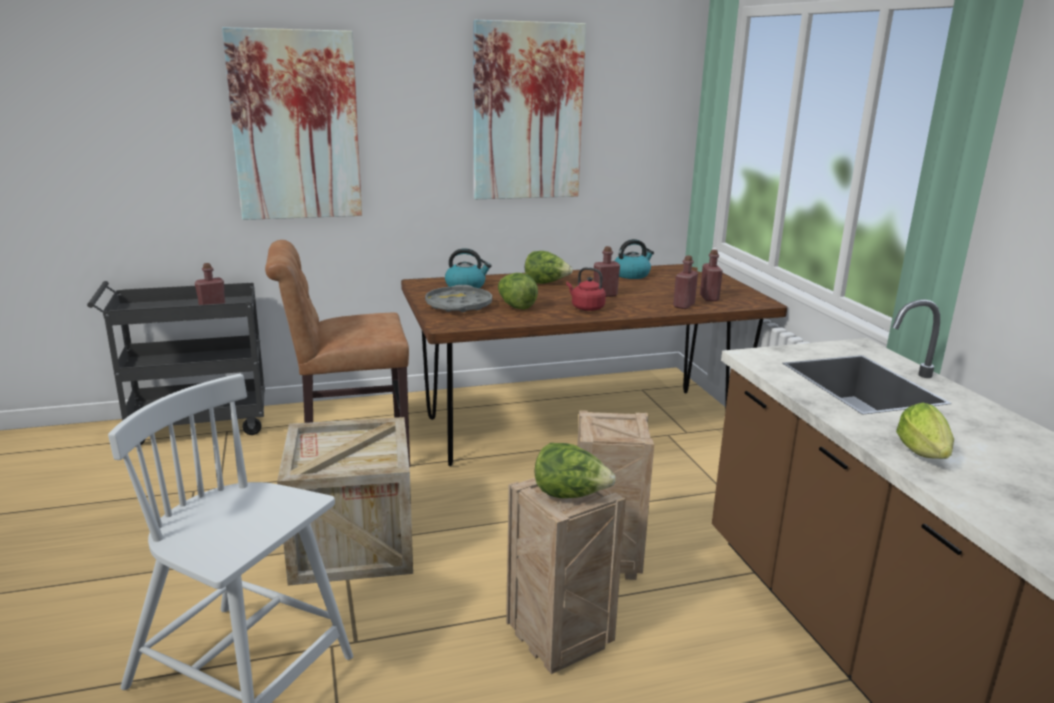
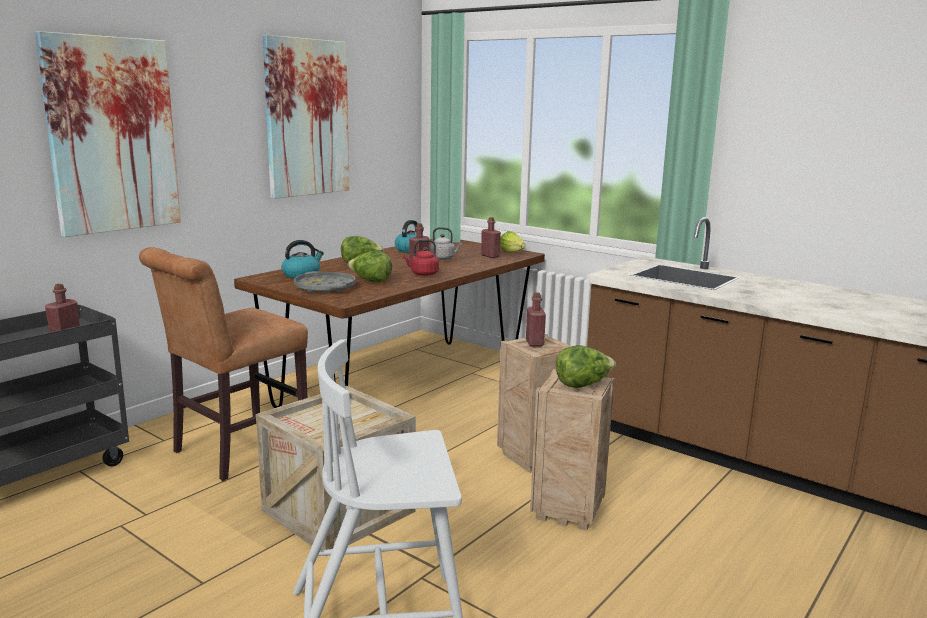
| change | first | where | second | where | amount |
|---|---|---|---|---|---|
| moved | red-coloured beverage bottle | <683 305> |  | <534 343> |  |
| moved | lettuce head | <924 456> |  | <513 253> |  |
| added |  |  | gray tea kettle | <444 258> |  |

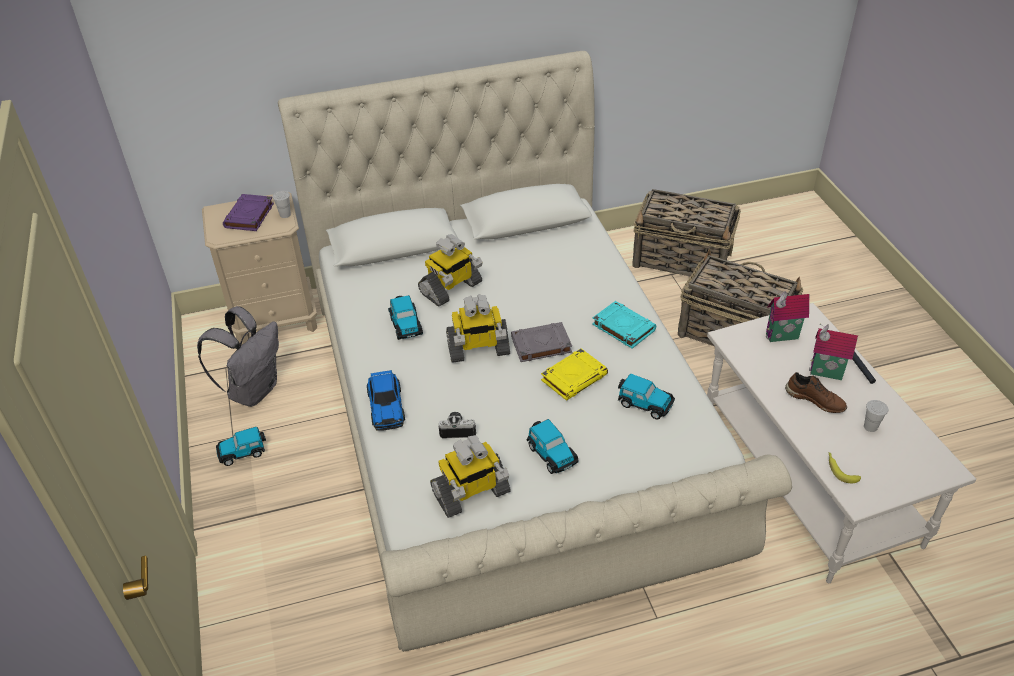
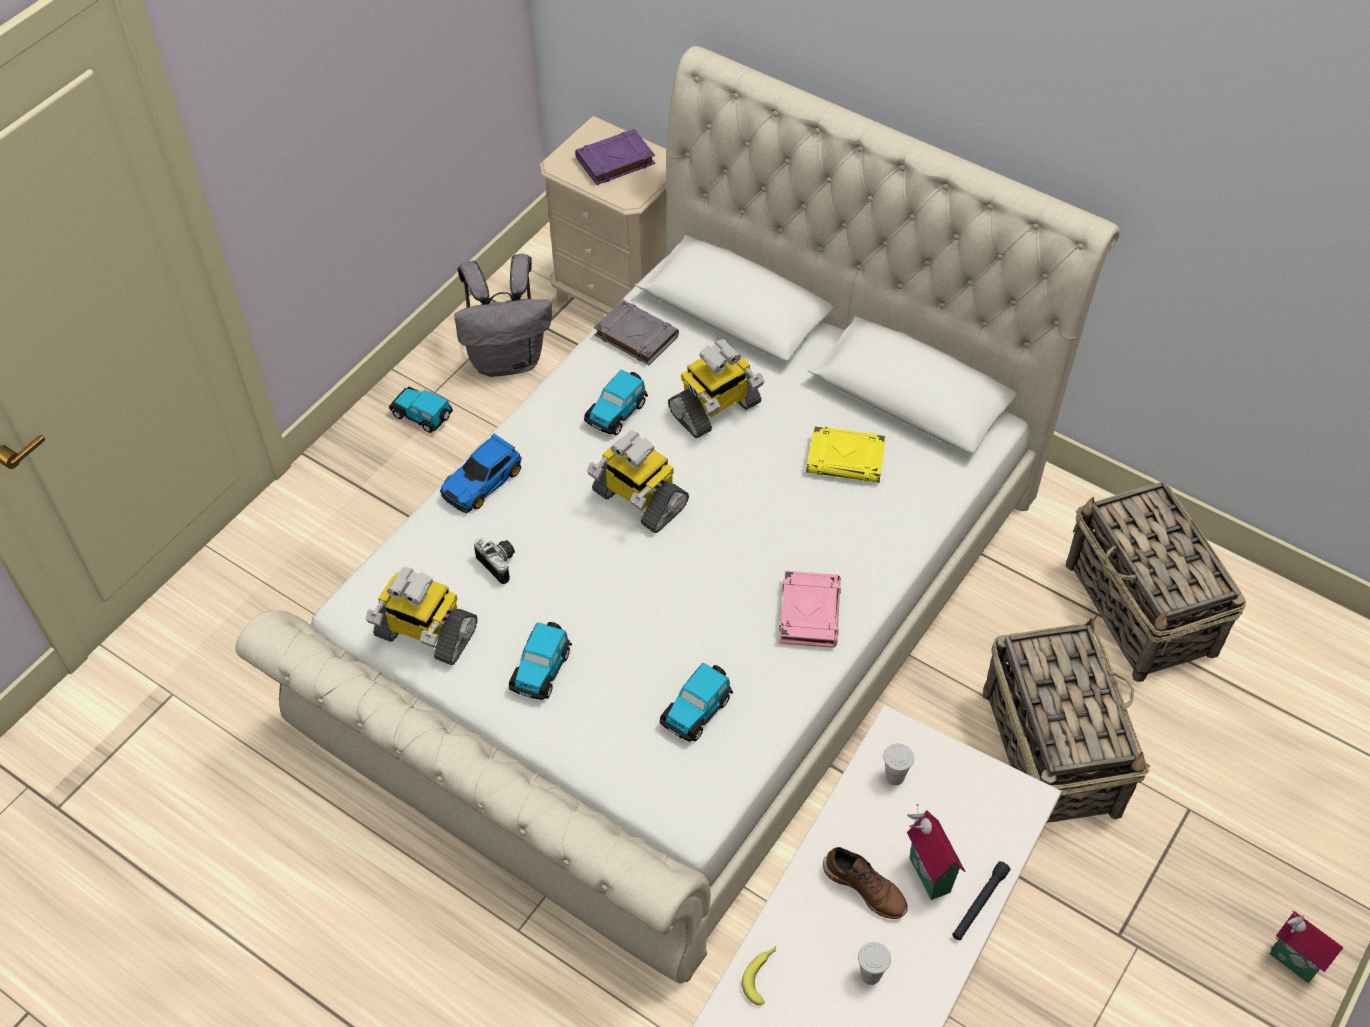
| change | first | where | second | where | amount |
|---|---|---|---|---|---|
| moved | white cup | <285 214> |  | <894 776> |  |
| turned | model robot | <451 288> |  | <715 409> | 45 degrees counterclockwise |
| moved | miniature house | <782 337> |  | <1291 963> |  |
| recoloured | blue-green volume | <623 327> | pink-coloured volume | <809 612> |  |
| moved | gray volume | <540 345> |  | <635 336> |  |
| moved | yellow volume | <574 377> |  | <846 459> |  |
| turned | brown-coloured item of footwear | <815 399> |  | <865 887> | 45 degrees counterclockwise |
| turned | toy car | <644 403> |  | <697 710> | 45 degrees clockwise |

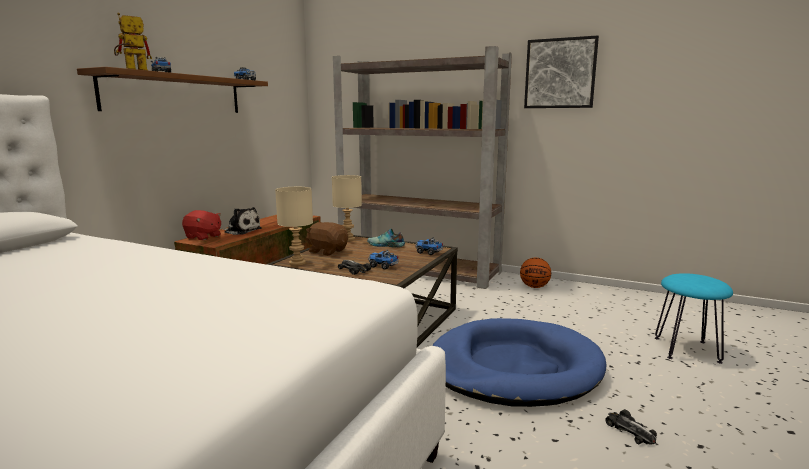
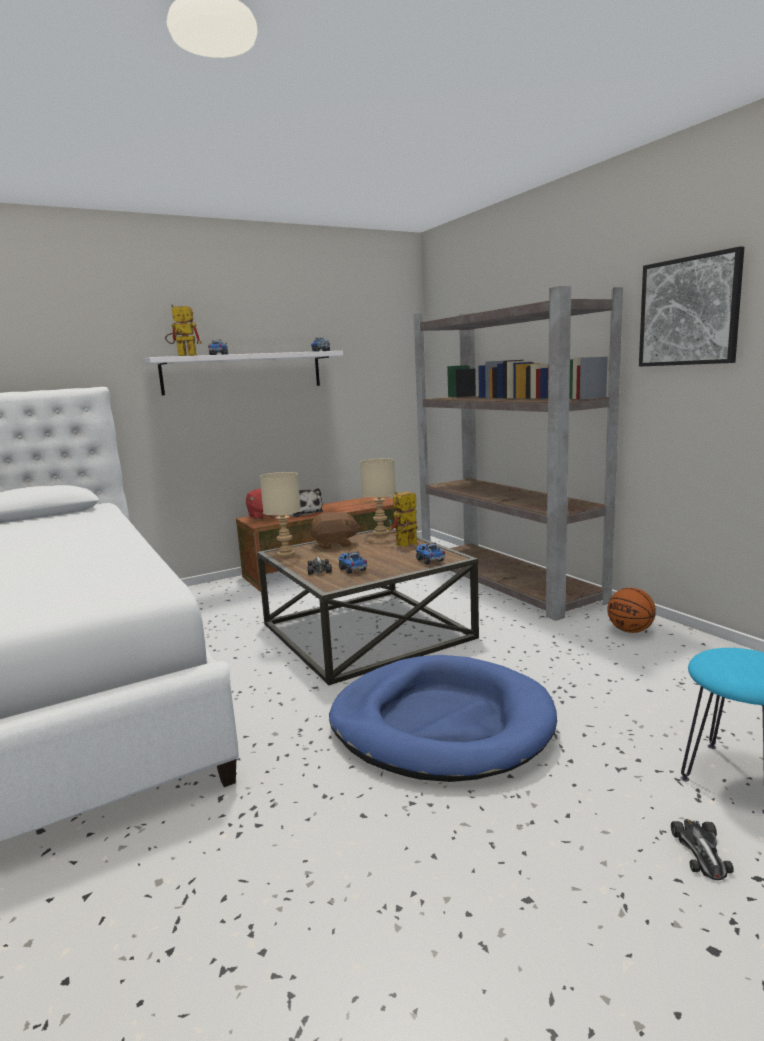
| change | first | where | second | where | amount |
|---|---|---|---|---|---|
| recoloured | brown-coloured wall shelf | <175 94> | white wall shelf | <243 372> |  |
| turned | brown-coloured cuddly toy | <327 251> |  | <335 545> | 105 degrees clockwise |
| replaced | item of footwear | <385 245> | model robot | <403 545> |  |
| moved | toy car | <630 430> |  | <701 851> |  |

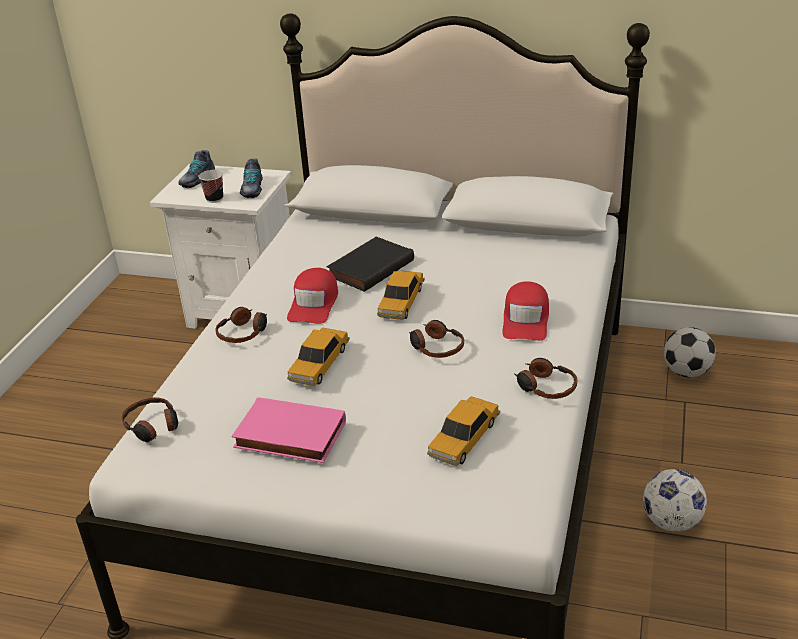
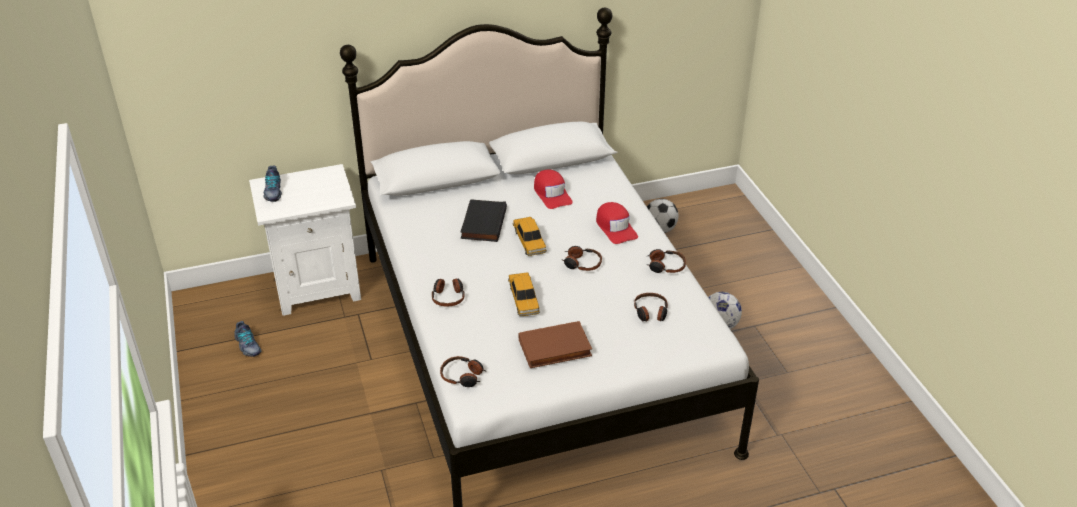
| change | first | where | second | where | amount |
|---|---|---|---|---|---|
| moved | item of footwear | <252 188> |  | <247 346> |  |
| removed | cup | <214 199> |  |  |  |
| moved | red-coloured baseball cap | <314 304> |  | <552 194> |  |
| replaced | toy car | <464 438> | headset | <650 312> |  |
| recoloured | pink-coloured volume | <288 436> | brown-coloured volume | <555 349> |  |

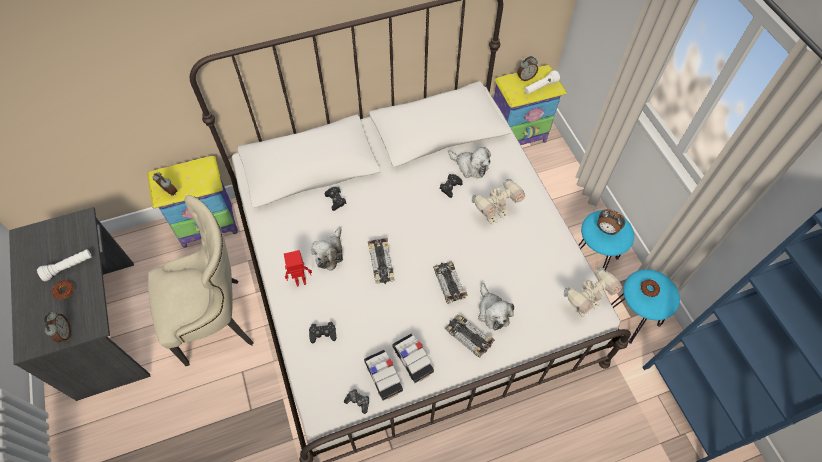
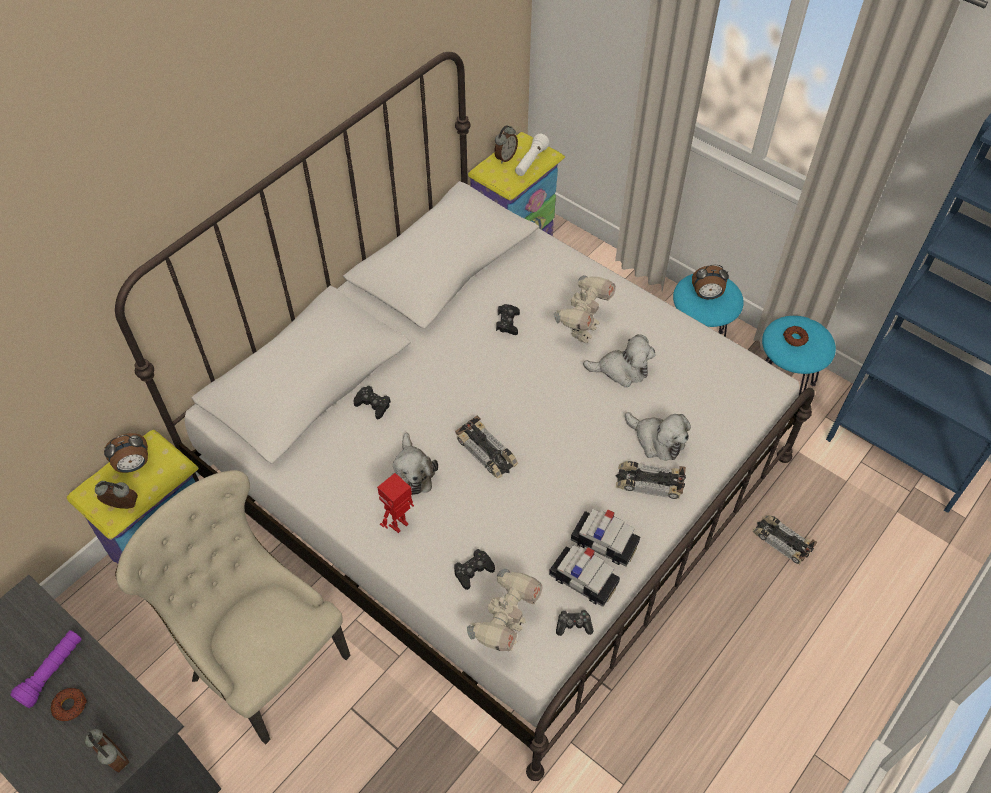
| change | first | where | second | where | amount |
|---|---|---|---|---|---|
| moved | cuddly toy | <470 166> |  | <621 370> |  |
| turned | sand-coloured upright chair | <216 320> |  | <268 664> | 90 degrees counterclockwise |
| recoloured | white hand torch | <69 267> | purplish hand torch | <52 672> |  |
| moved | toy car | <449 283> |  | <782 540> |  |
| moved | model robot | <584 304> |  | <505 630> |  |
| added |  |  | bedside clock | <134 466> |  |

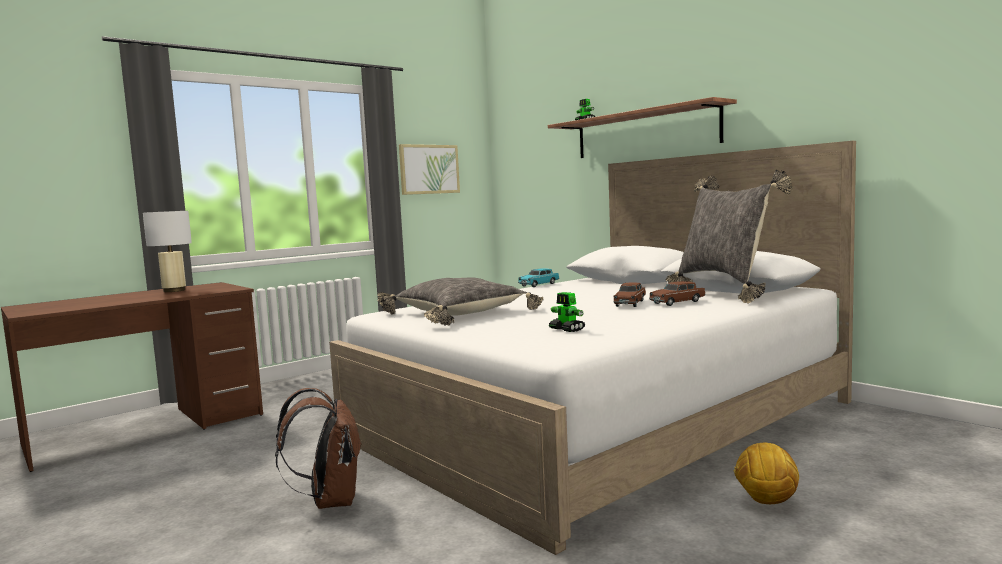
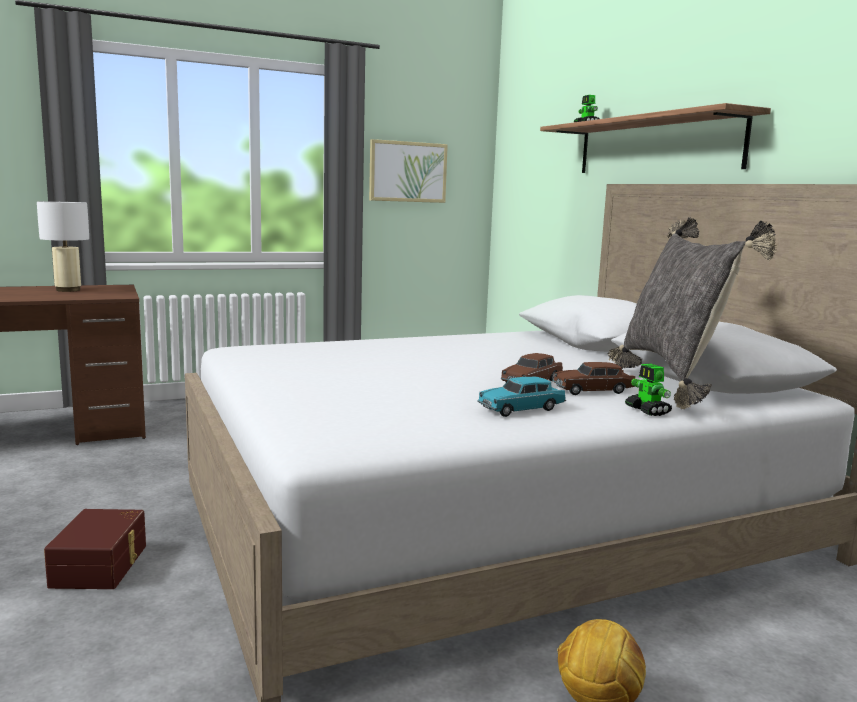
| change | first | where | second | where | amount |
|---|---|---|---|---|---|
| moved | blue-green toy car | <539 285> |  | <521 409> |  |
| removed | cushion | <460 312> |  |  |  |
| moved | model robot | <567 330> |  | <647 411> |  |
| replaced | brown-coloured backpack | <329 501> | brown-coloured storage box | <102 565> |  |

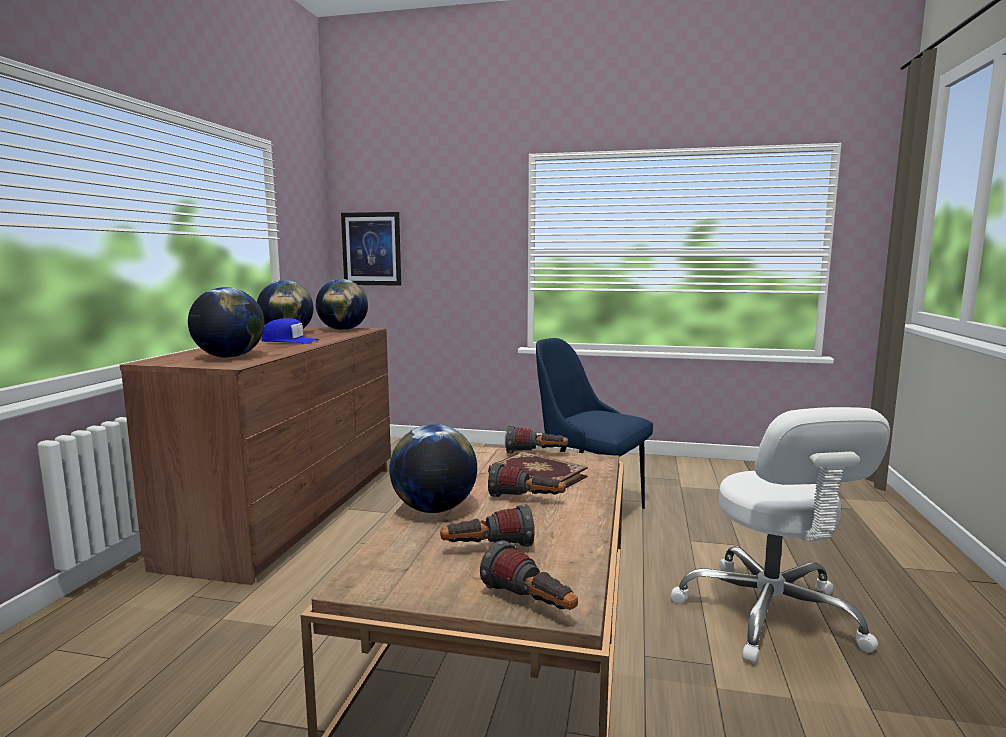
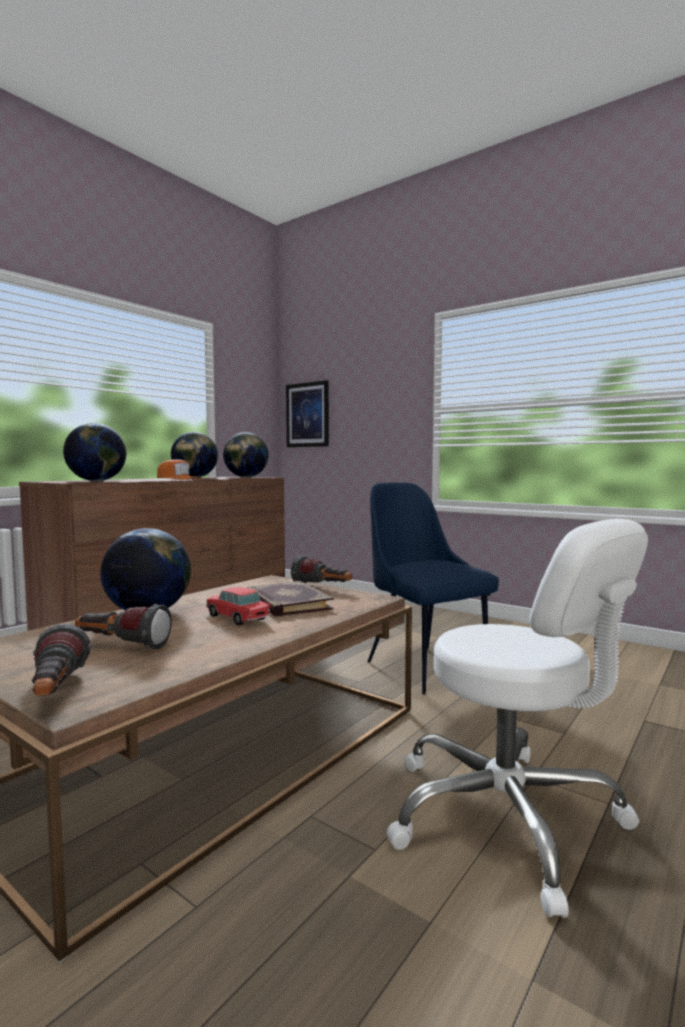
| change | first | where | second | where | amount |
|---|---|---|---|---|---|
| recoloured | blue-coloured baseball cap | <290 341> | orange-coloured baseball cap | <177 479> |  |
| turned | white office chair | <773 619> |  | <514 822> | 60 degrees counterclockwise |
| replaced | hand torch | <526 500> | toy car | <237 618> |  |

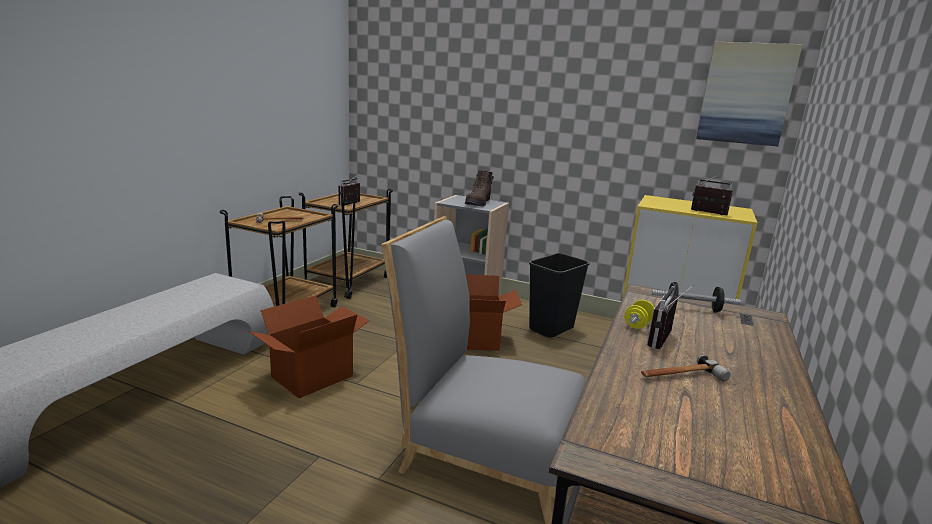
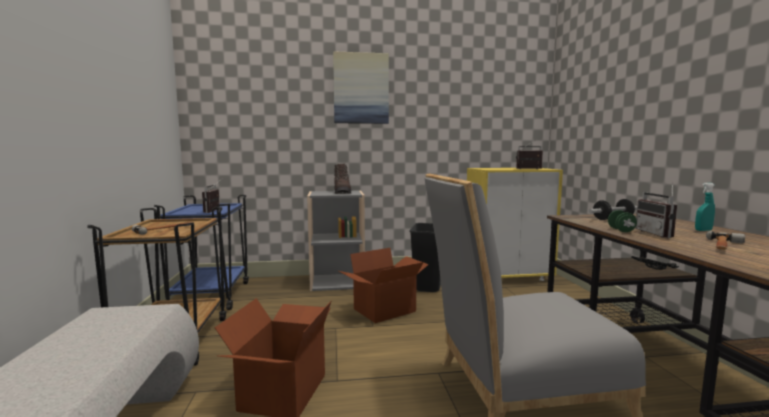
| change | first | where | second | where | amount |
|---|---|---|---|---|---|
| moved | picture | <746 94> |  | <361 88> |  |
| recoloured | brown-coloured cart | <348 282> | blue-coloured cart | <211 296> |  |
| recoloured | yellow free weight | <638 325> | greenish free weight | <621 230> |  |
| added |  |  | blue-green hand sprayer | <703 230> |  |

